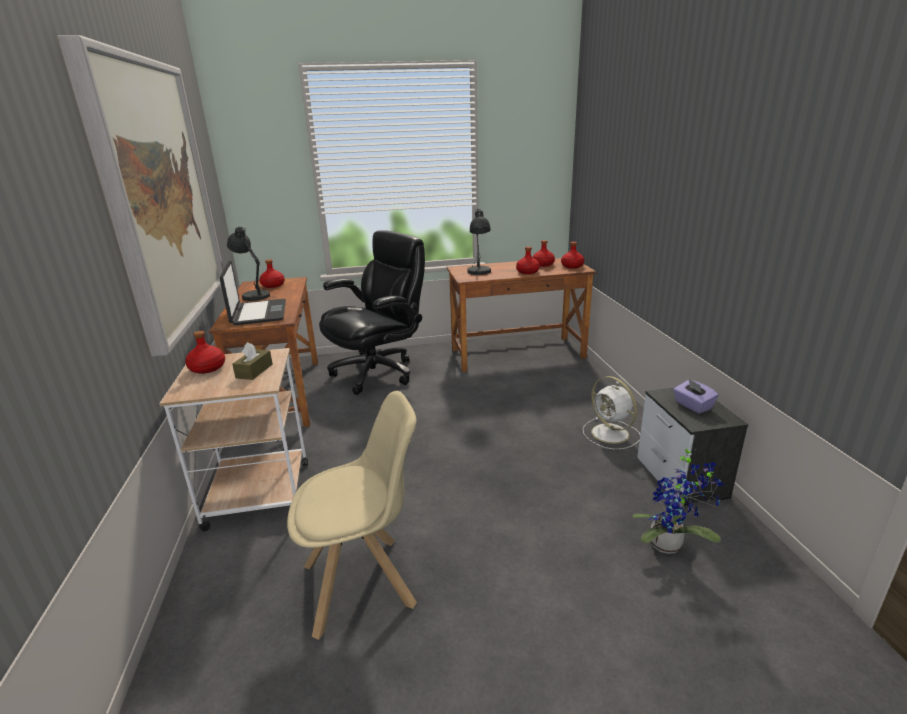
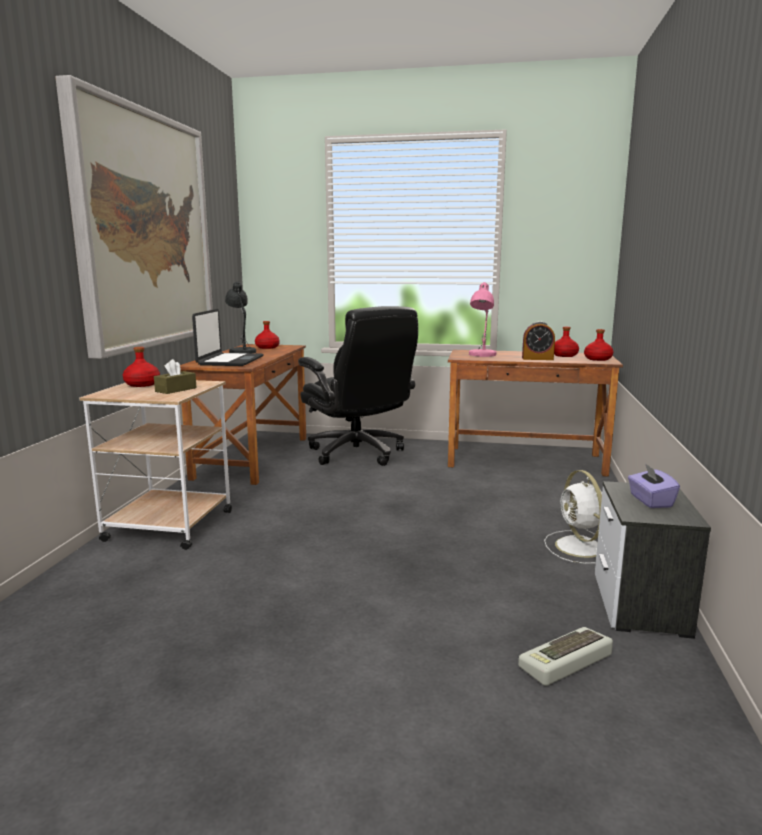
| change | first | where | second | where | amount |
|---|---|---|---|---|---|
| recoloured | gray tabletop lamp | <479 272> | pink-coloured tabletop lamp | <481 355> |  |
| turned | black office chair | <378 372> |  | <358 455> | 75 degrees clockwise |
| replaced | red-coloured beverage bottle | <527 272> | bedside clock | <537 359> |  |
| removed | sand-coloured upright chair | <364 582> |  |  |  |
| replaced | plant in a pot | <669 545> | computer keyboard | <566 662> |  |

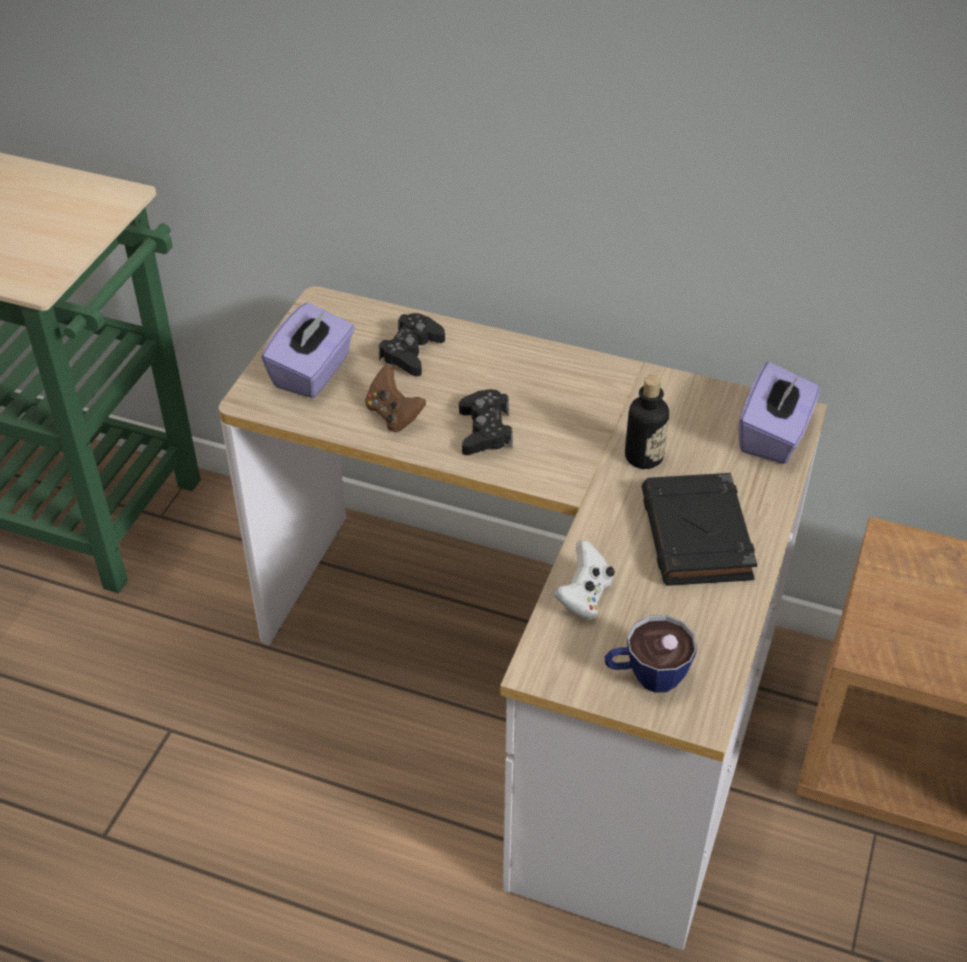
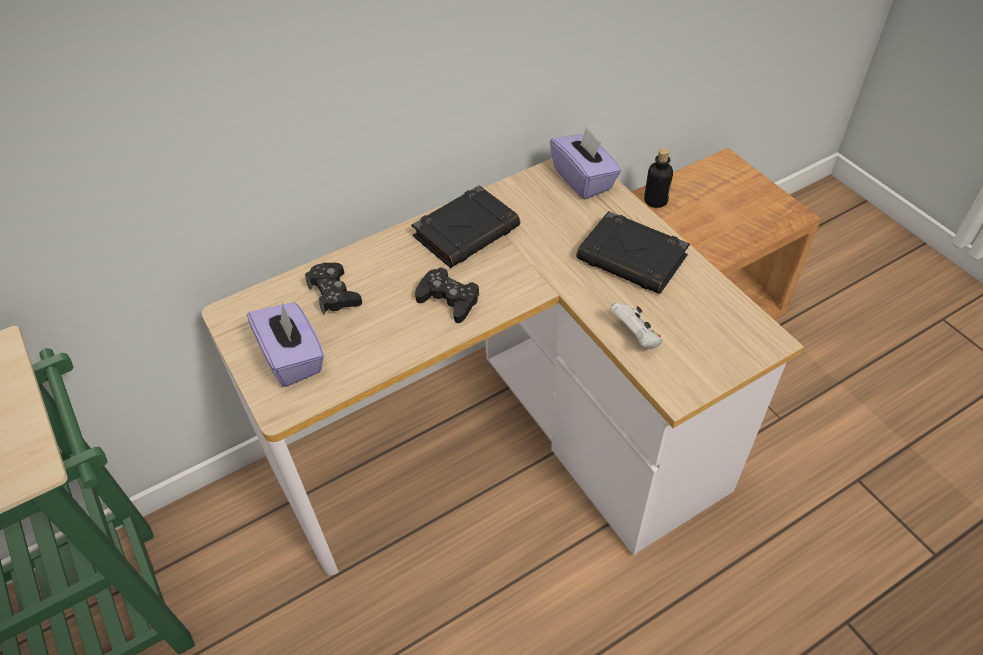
| change | first | where | second | where | amount |
|---|---|---|---|---|---|
| removed | brown-coloured game controller | <393 415> |  |  |  |
| moved | beverage bottle | <644 457> |  | <655 201> |  |
| removed | cup | <646 675> |  |  |  |
| added |  |  | black volume | <467 231> |  |

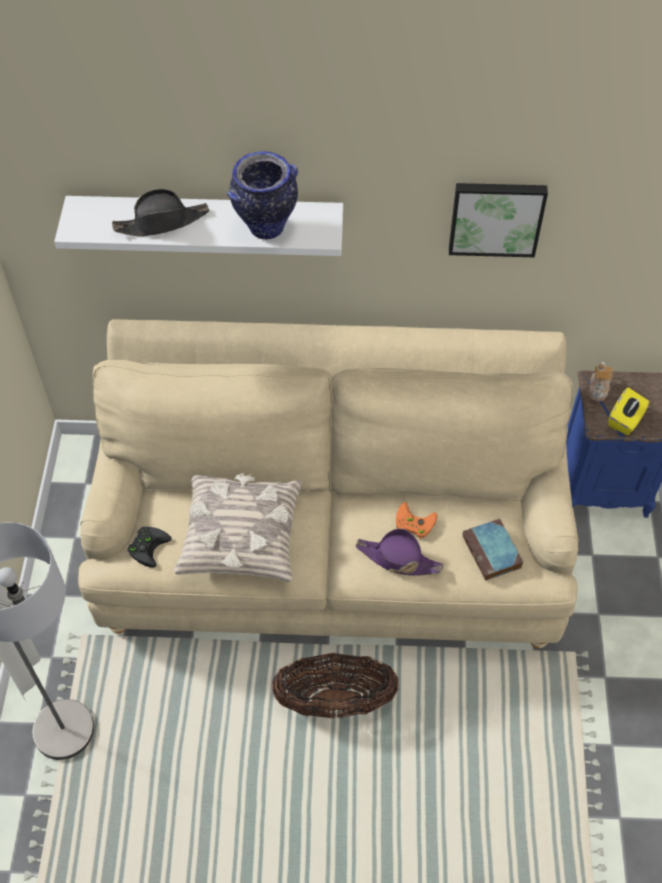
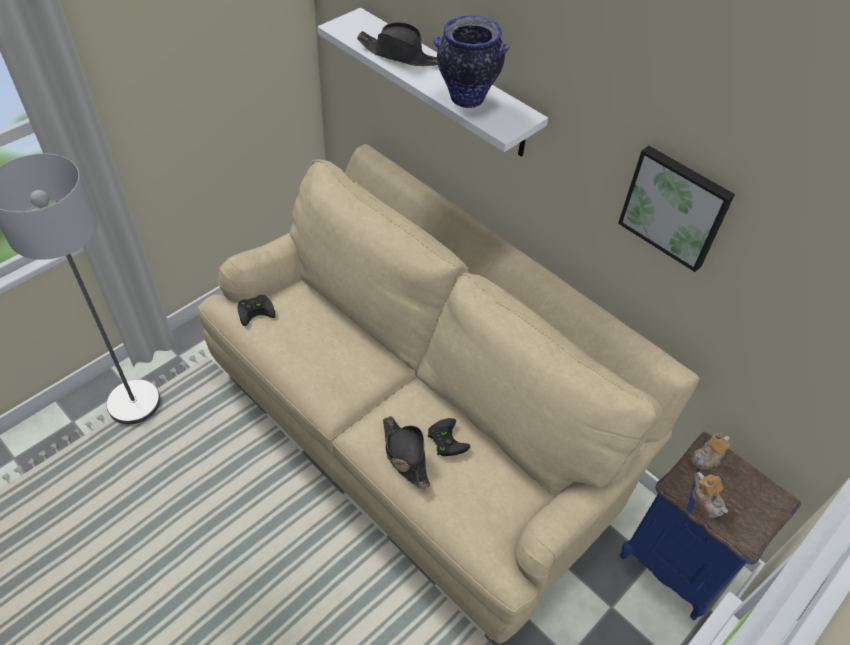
| change | first | where | second | where | amount |
|---|---|---|---|---|---|
| replaced | yellow box of tissues | <625 420> | tea pot | <706 501> |  |
| removed | sand-coloured cushion | <241 538> |  |  |  |
| recoloured | orange-coloured game controller | <413 523> | black game controller | <445 439> |  |
| removed | volume | <492 553> |  |  |  |
| recoloured | purplish clothing hat | <398 559> | black clothing hat | <405 455> |  |
| removed | storage basket | <335 701> |  |  |  |

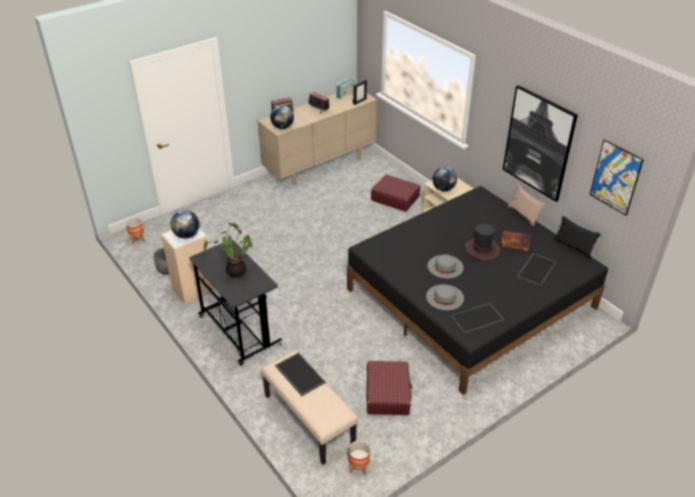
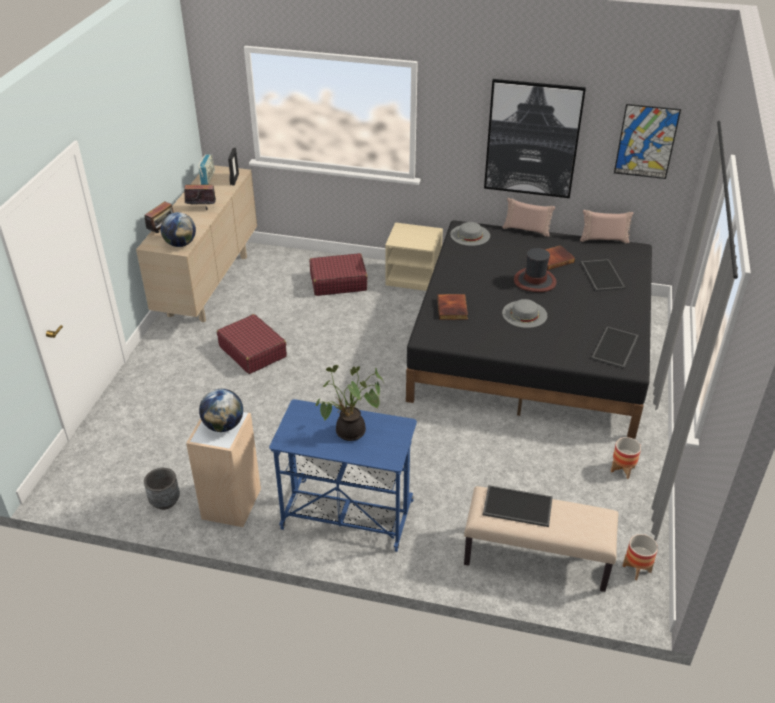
| change | first | where | second | where | amount |
|---|---|---|---|---|---|
| removed | world globe | <443 189> |  |  |  |
| recoloured | black cushion | <573 247> | sand-coloured cushion | <604 239> |  |
| moved | plant pot | <137 239> |  | <622 469> |  |
| recoloured | black desk unit | <239 330> | blue-coloured desk unit | <347 515> |  |
| moved | gray clothing hat | <445 297> |  | <470 235> |  |
| moved | red-coloured travel case | <388 393> |  | <252 351> |  |
| added |  |  | volume | <453 309> |  |

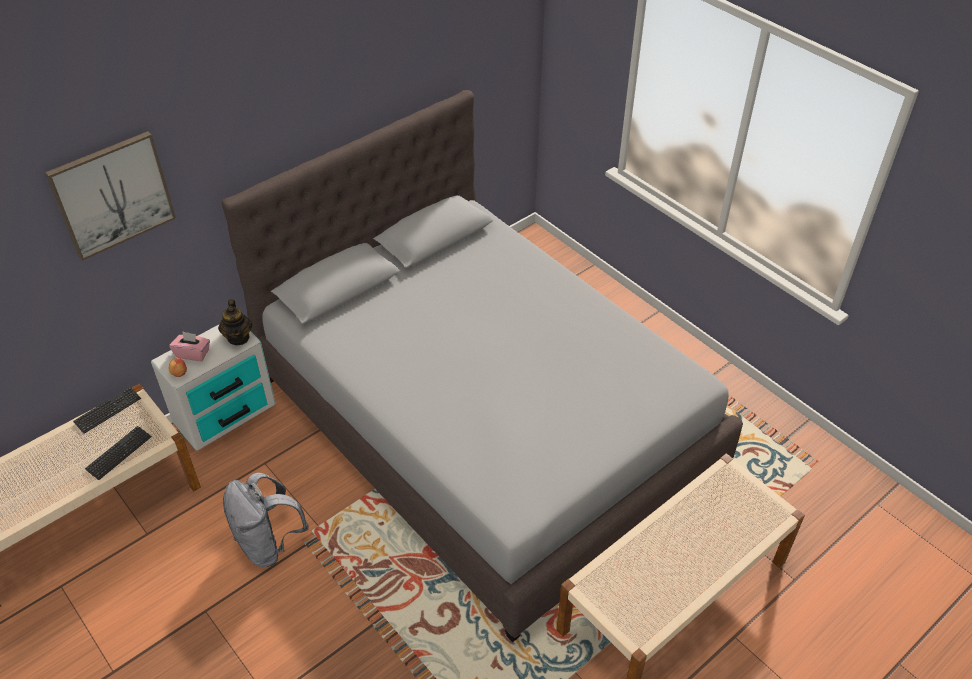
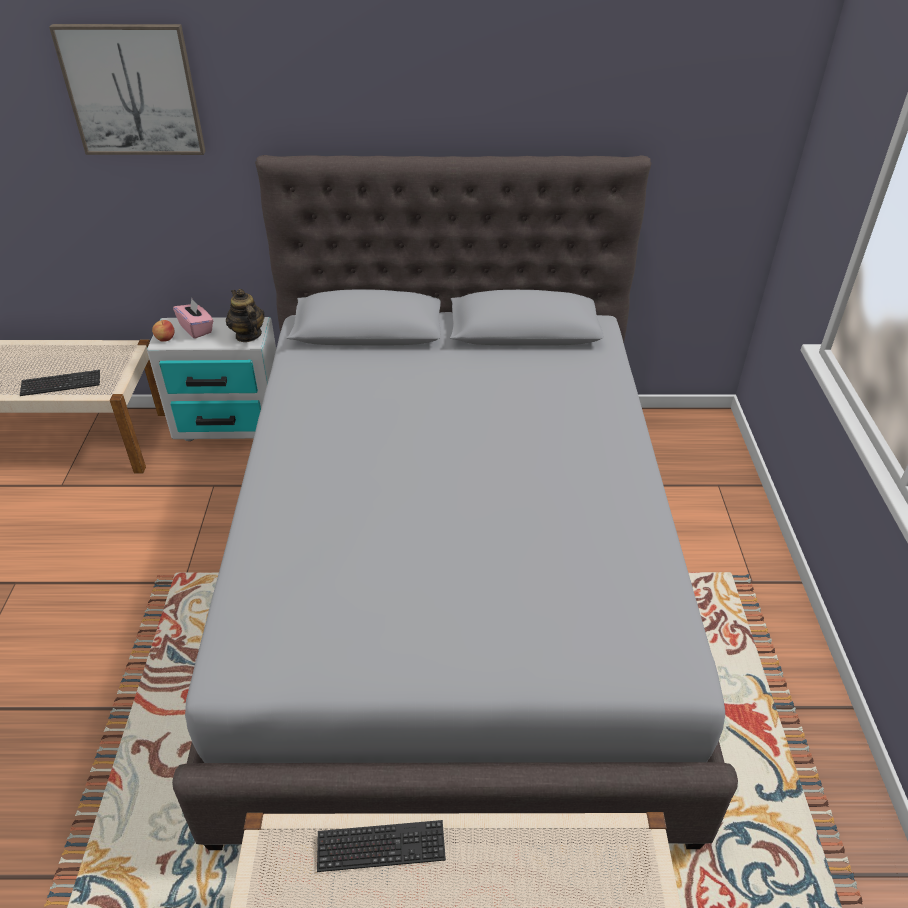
| change | first | where | second | where | amount |
|---|---|---|---|---|---|
| turned | tea pot | <238 337> |  | <248 335> | 120 degrees clockwise |
| moved | computer keyboard | <108 411> |  | <381 847> |  |
| removed | gray backpack | <269 543> |  |  |  |

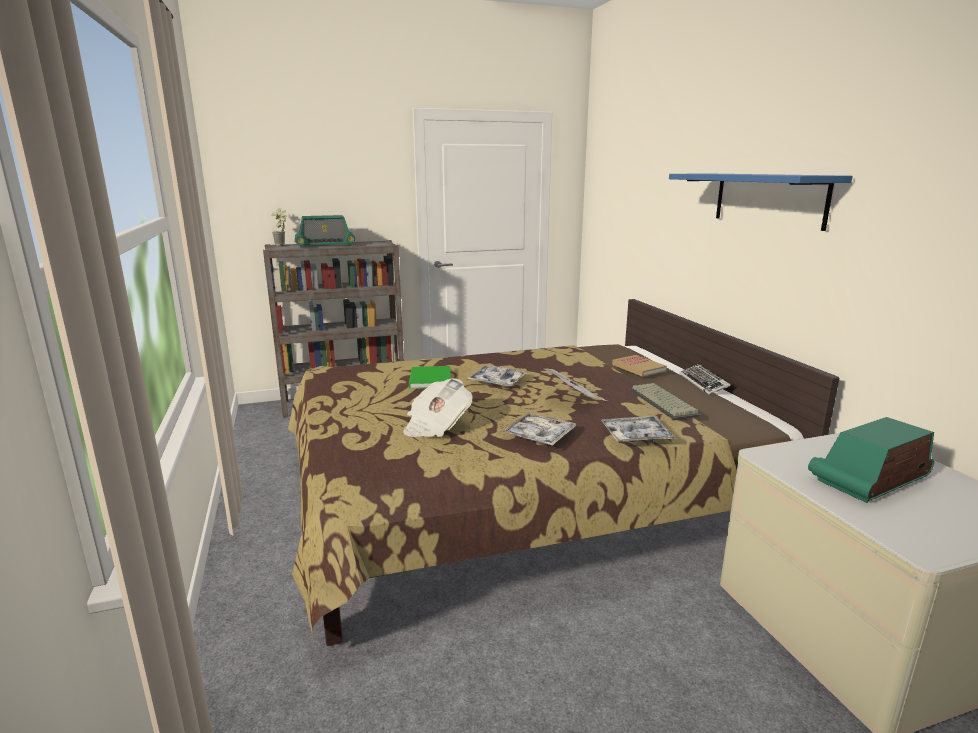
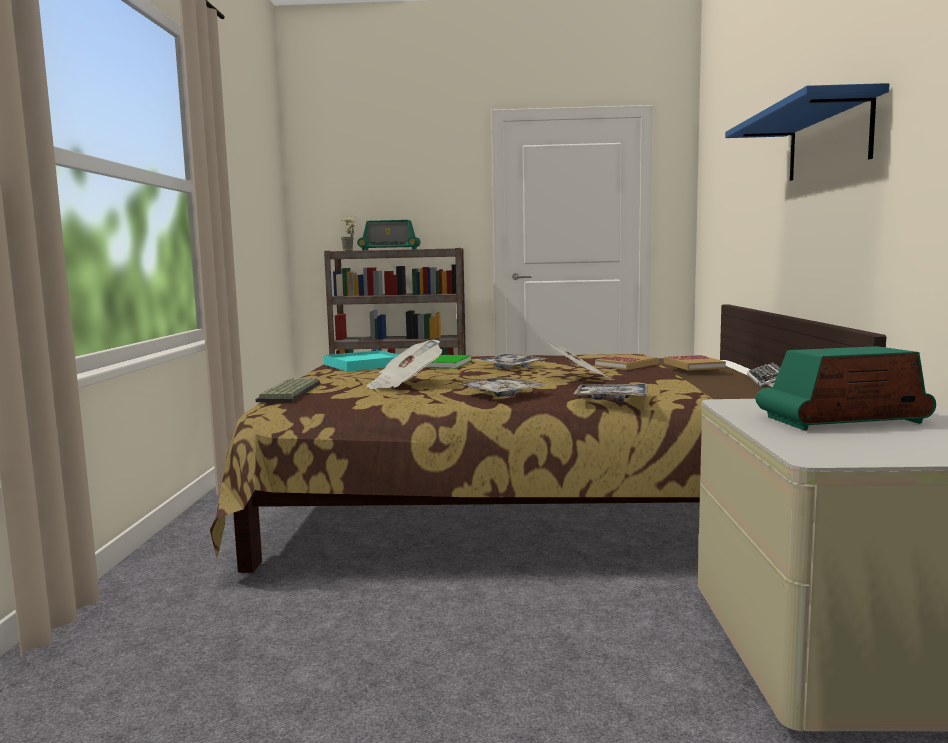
| change | first | where | second | where | amount |
|---|---|---|---|---|---|
| moved | computer keyboard | <664 402> |  | <291 392> |  |
| added |  |  | blue-green serving tray | <364 365> |  |
| added |  |  | volume | <626 365> |  |

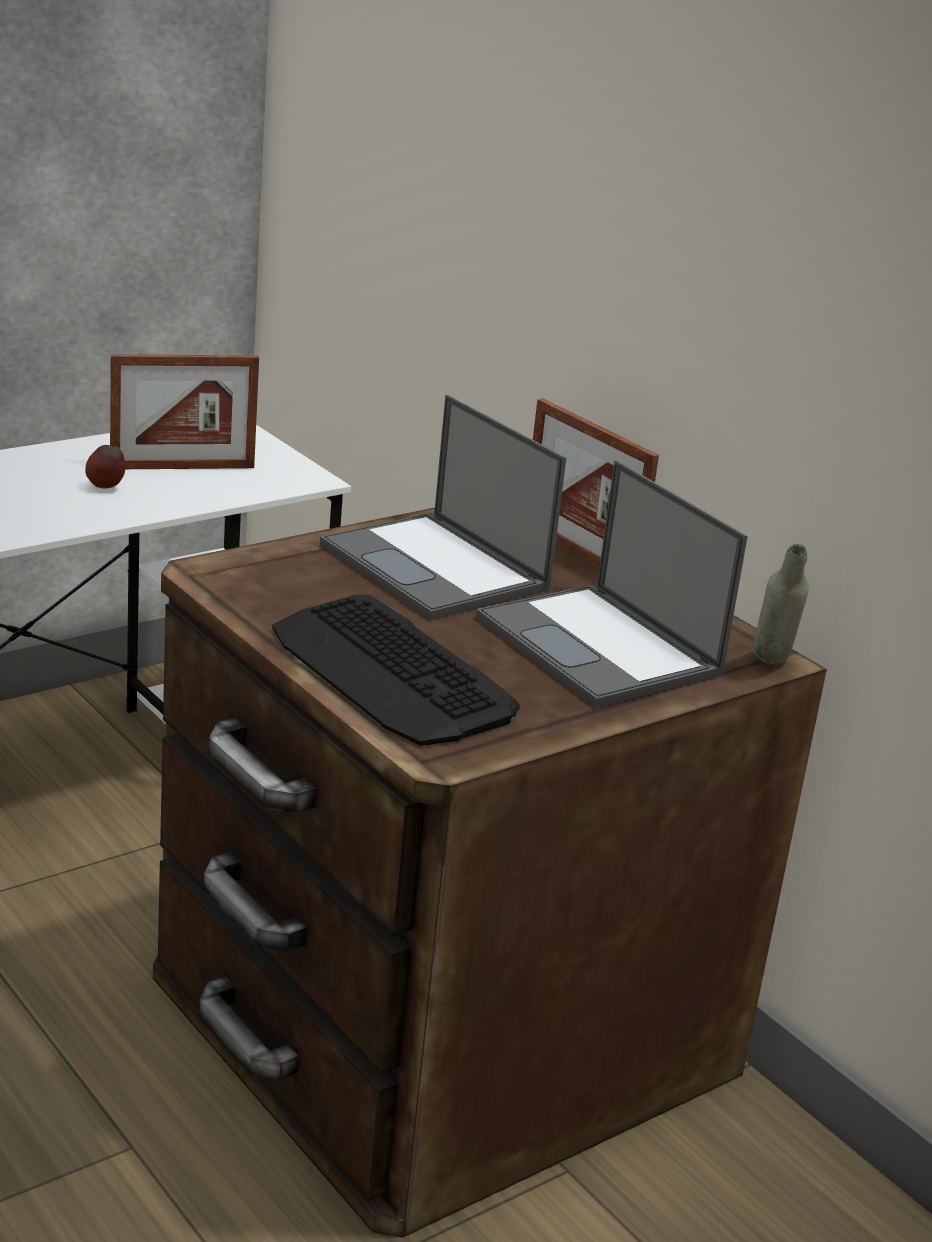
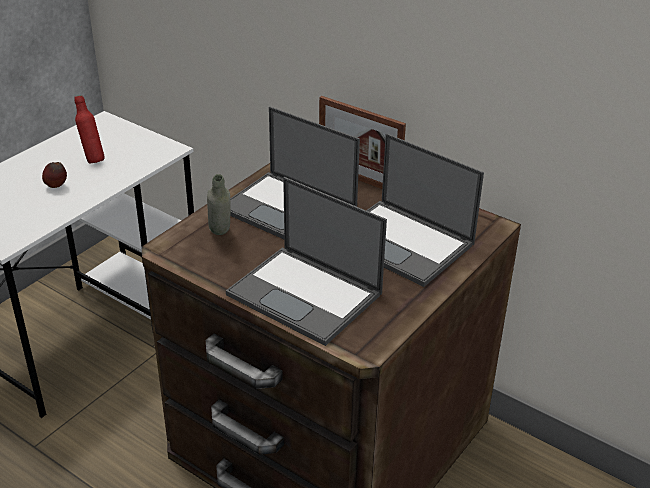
| change | first | where | second | where | amount |
|---|---|---|---|---|---|
| replaced | photo frame | <182 467> | red-coloured beverage bottle | <93 159> |  |
| moved | gray beverage bottle | <771 667> |  | <220 236> |  |
| replaced | computer keyboard | <391 673> | portable computer | <306 295> |  |

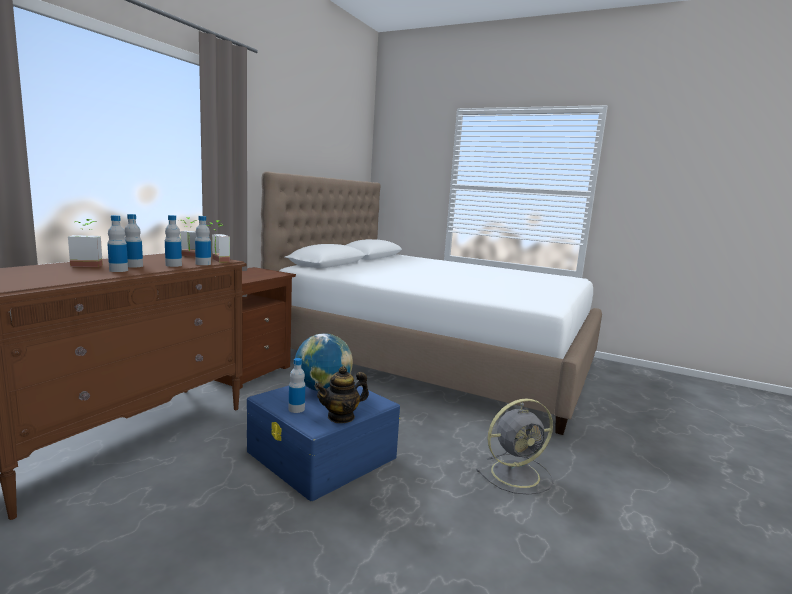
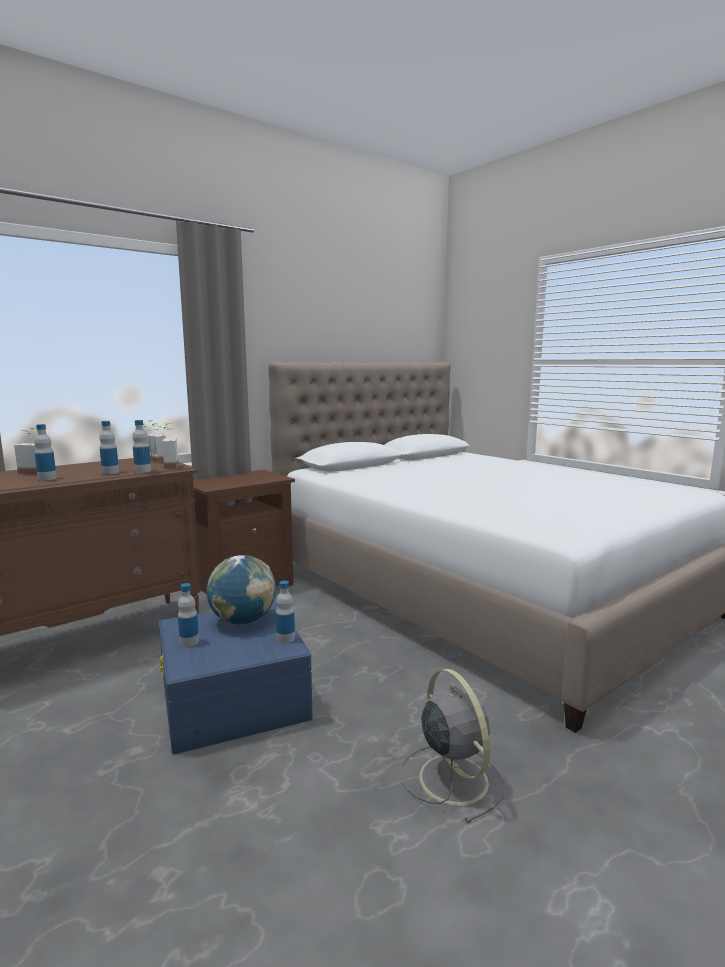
| change | first | where | second | where | amount |
|---|---|---|---|---|---|
| moved | beverage bottle | <134 266> |  | <285 638> |  |
| removed | tea pot | <341 417> |  |  |  |
| turned | gray fan | <517 473> |  | <451 777> | 120 degrees counterclockwise |

